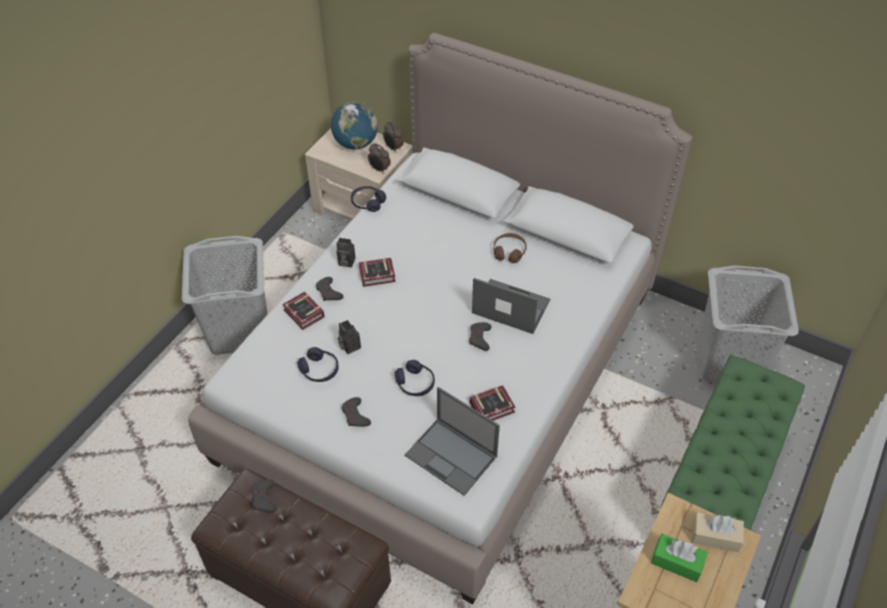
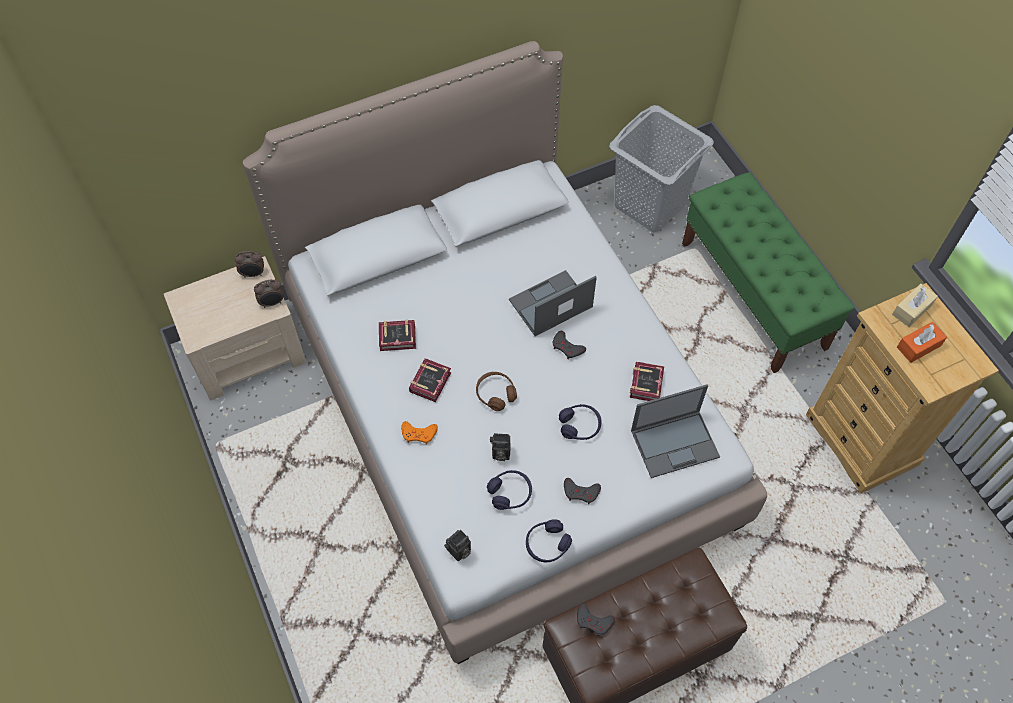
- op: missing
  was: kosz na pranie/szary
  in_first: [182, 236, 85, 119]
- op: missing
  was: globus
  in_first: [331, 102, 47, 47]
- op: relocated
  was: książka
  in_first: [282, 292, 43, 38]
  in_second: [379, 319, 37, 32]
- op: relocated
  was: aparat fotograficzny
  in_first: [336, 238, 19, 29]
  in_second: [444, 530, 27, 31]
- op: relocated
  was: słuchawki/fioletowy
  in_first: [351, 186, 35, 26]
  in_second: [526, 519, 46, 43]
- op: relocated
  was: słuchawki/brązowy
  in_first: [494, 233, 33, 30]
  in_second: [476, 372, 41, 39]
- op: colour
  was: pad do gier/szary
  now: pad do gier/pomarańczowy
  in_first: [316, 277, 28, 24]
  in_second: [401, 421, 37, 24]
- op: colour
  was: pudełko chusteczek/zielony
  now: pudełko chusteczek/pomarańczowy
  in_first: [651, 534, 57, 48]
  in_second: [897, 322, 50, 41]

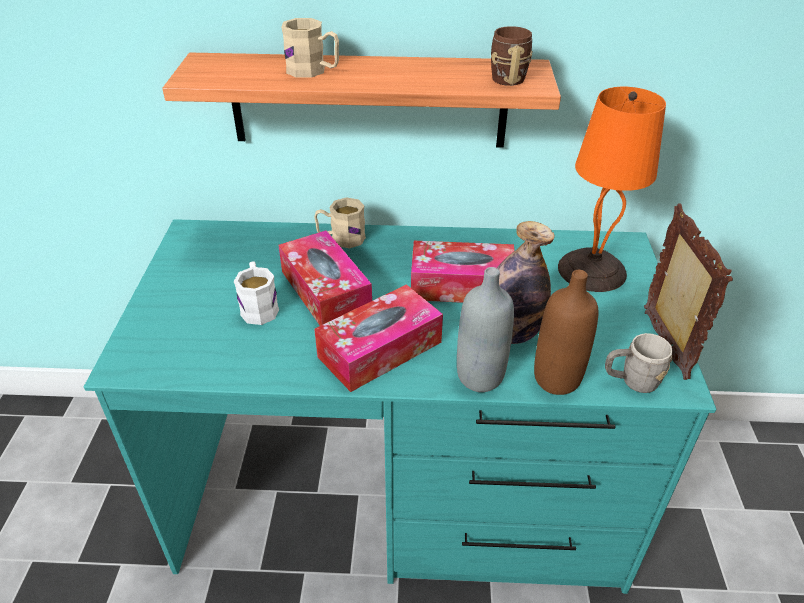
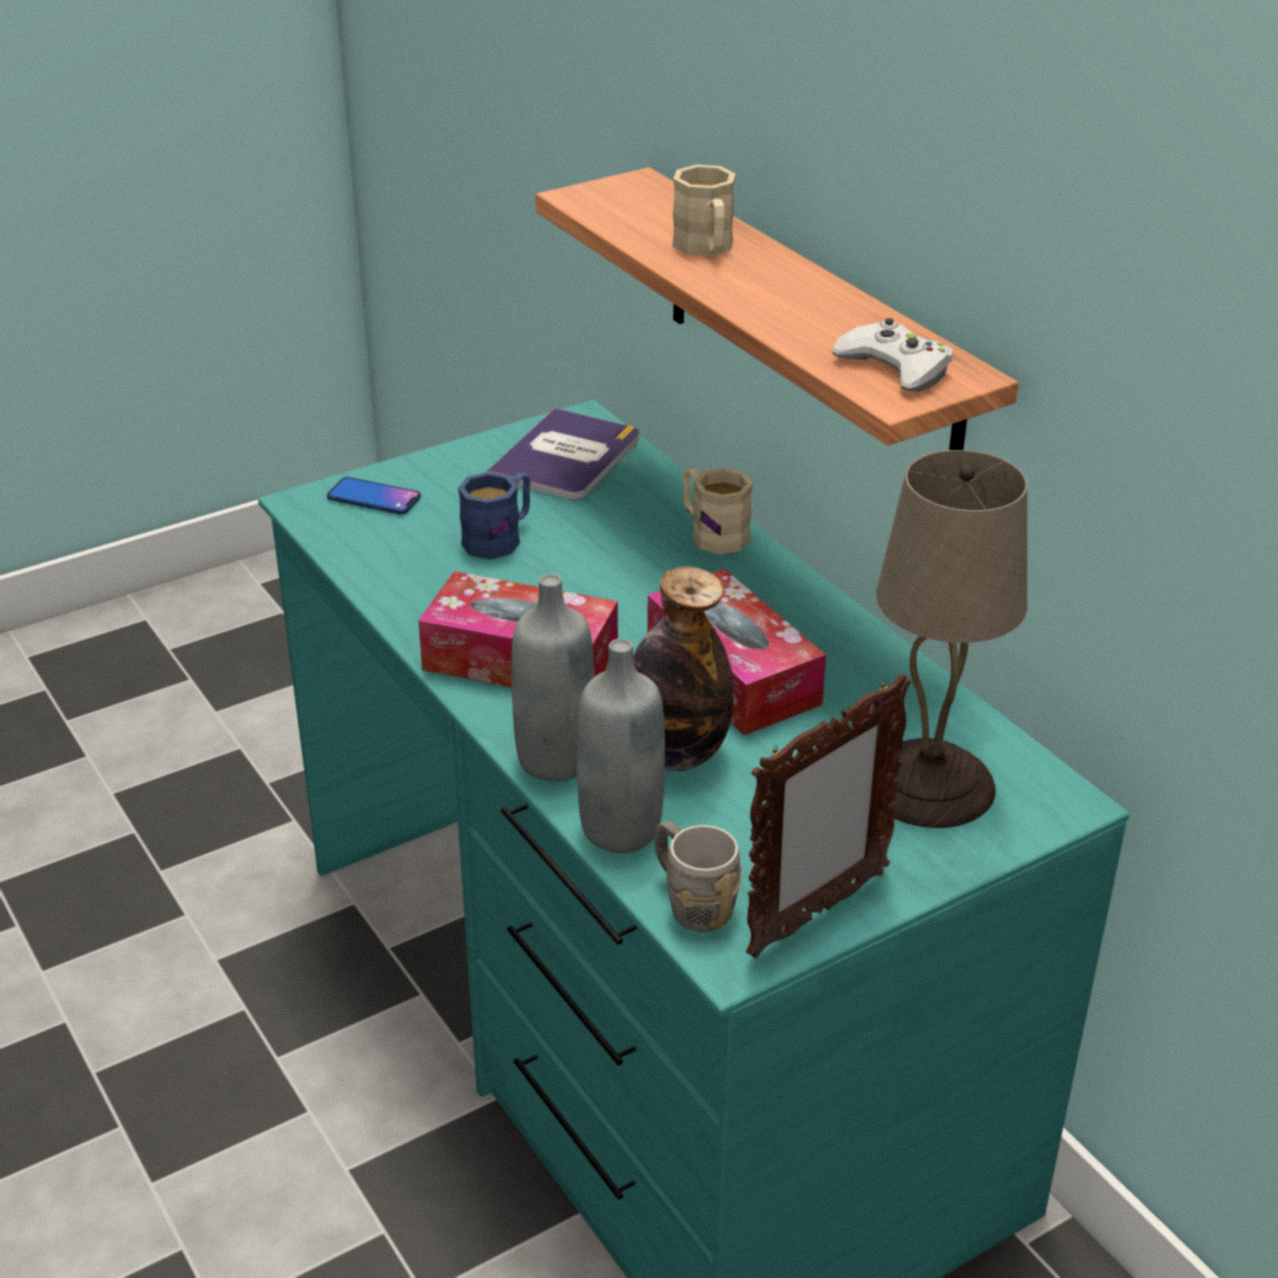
- op: missing
  was: pudełko chusteczek
  in_first: [278, 230, 94, 96]
- op: appeared
  now: telefon
  in_second: [327, 477, 94, 38]
- op: appeared
  now: książka
  in_second: [487, 408, 152, 92]
- op: exchanged
  was: kubek/brązowy
  now: pad do gier/biały
  in_first: [491, 26, 42, 60]
  in_second: [831, 318, 122, 74]
- op: colour
  was: kubek/biały
  now: kubek/niebieski
  in_first: [234, 262, 45, 63]
  in_second: [458, 472, 72, 88]
- op: colour
  was: butelka/brązowy
  now: butelka/szary
  in_first: [534, 270, 64, 125]
  in_second: [577, 638, 88, 215]
- op: colour
  was: lampa stołowa/pomarańczowy
  now: lampa stołowa/beżowy
  in_first: [558, 87, 108, 205]
  in_second: [876, 450, 151, 378]

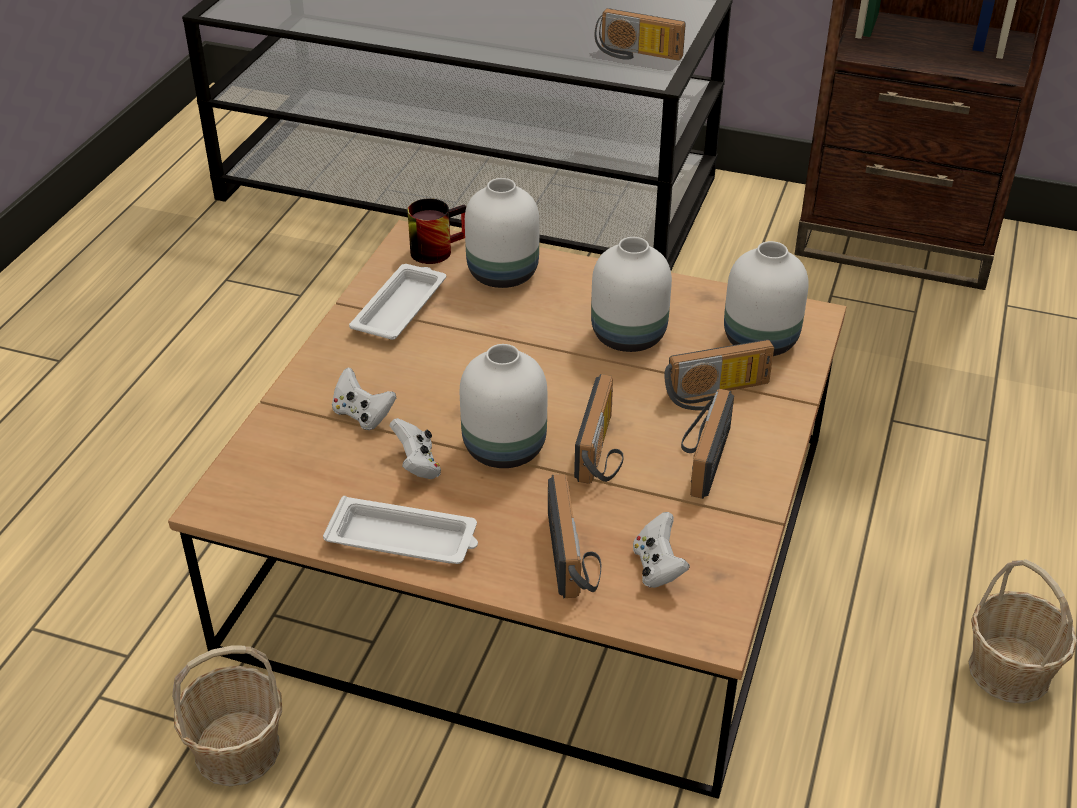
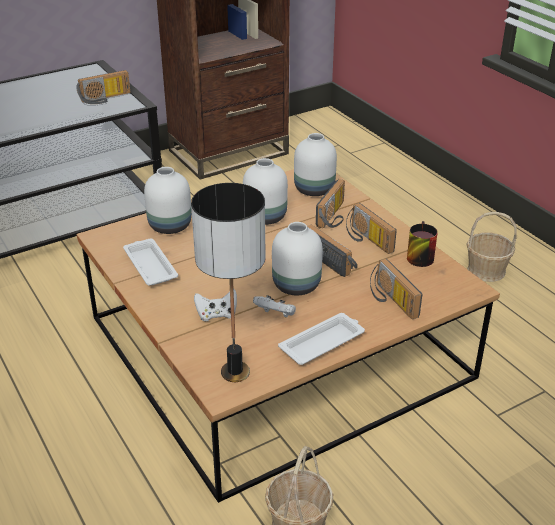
- op: missing
  was: pad do gier/biały
  in_first: [633, 512, 57, 76]
- op: appeared
  now: lampa stołowa
  in_second: [191, 183, 74, 199]
- op: relocated
  was: kubek
  in_first: [407, 198, 59, 66]
  in_second: [407, 221, 31, 46]
- op: spun
  was: radio
  in_first: [548, 474, 53, 124]
  in_second: [370, 259, 52, 60]
  clockwise: -150

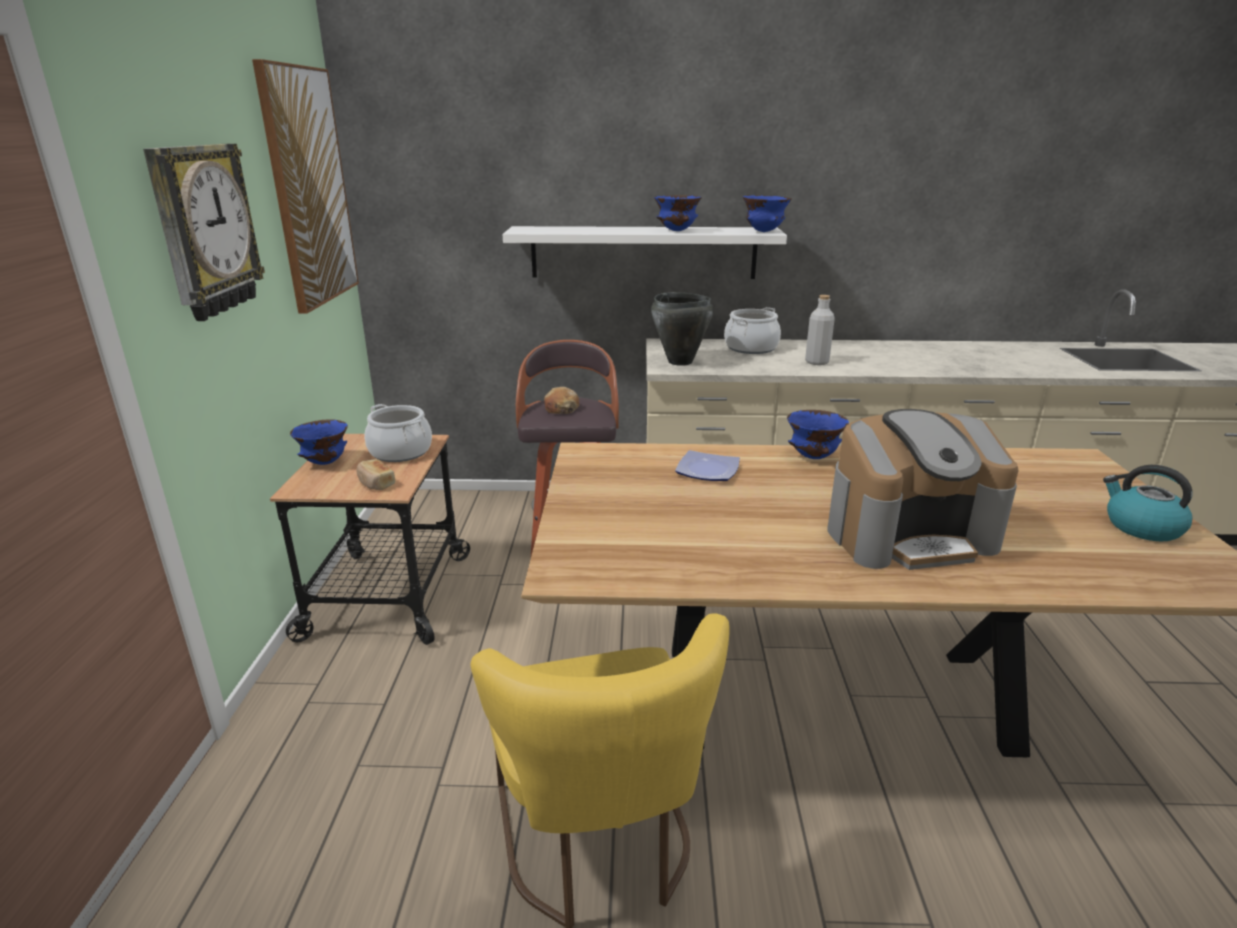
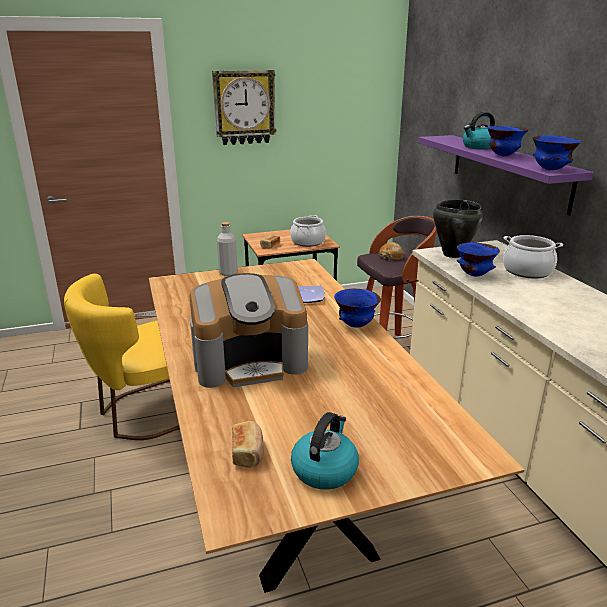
- op: missing
  was: obraz
  in_first: [252, 59, 107, 255]
- op: appeared
  now: chleb
  in_second: [232, 421, 32, 47]
- op: appeared
  now: czajnik
  in_second: [463, 112, 32, 38]
- op: relocated
  was: miska/niebieski
  in_first: [290, 419, 58, 46]
  in_second: [457, 243, 43, 34]
- op: relocated
  was: butelka/szary
  in_first: [805, 295, 30, 70]
  in_second: [217, 222, 21, 54]
- op: colour
  was: półka/biały
  now: półka/fioletowy
  in_first: [502, 226, 285, 53]
  in_second: [418, 135, 176, 81]
- op: spun
  was: ekspres do kawy
  in_first: [827, 409, 191, 161]
  in_second: [190, 273, 118, 115]
  clockwise: -75

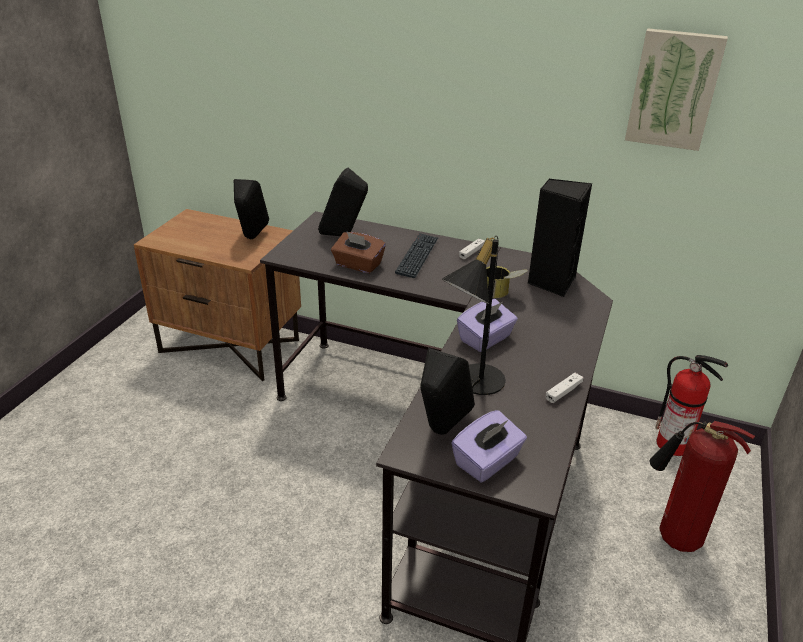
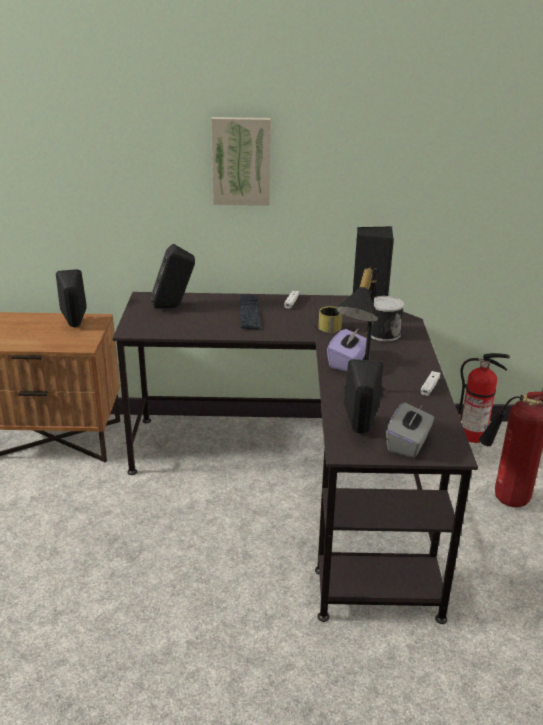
- op: missing
  was: pudełko chusteczek/brązowy
  in_first: [331, 231, 55, 42]
- op: appeared
  now: puszka
  in_second: [371, 296, 33, 45]
- op: relocated
  was: obraz
  in_first: [625, 28, 103, 123]
  in_second: [211, 117, 60, 88]
- op: colour
  was: pudełko chusteczek/fioletowy
  now: pudełko chusteczek/szary
  in_first: [452, 410, 75, 72]
  in_second: [386, 403, 48, 55]

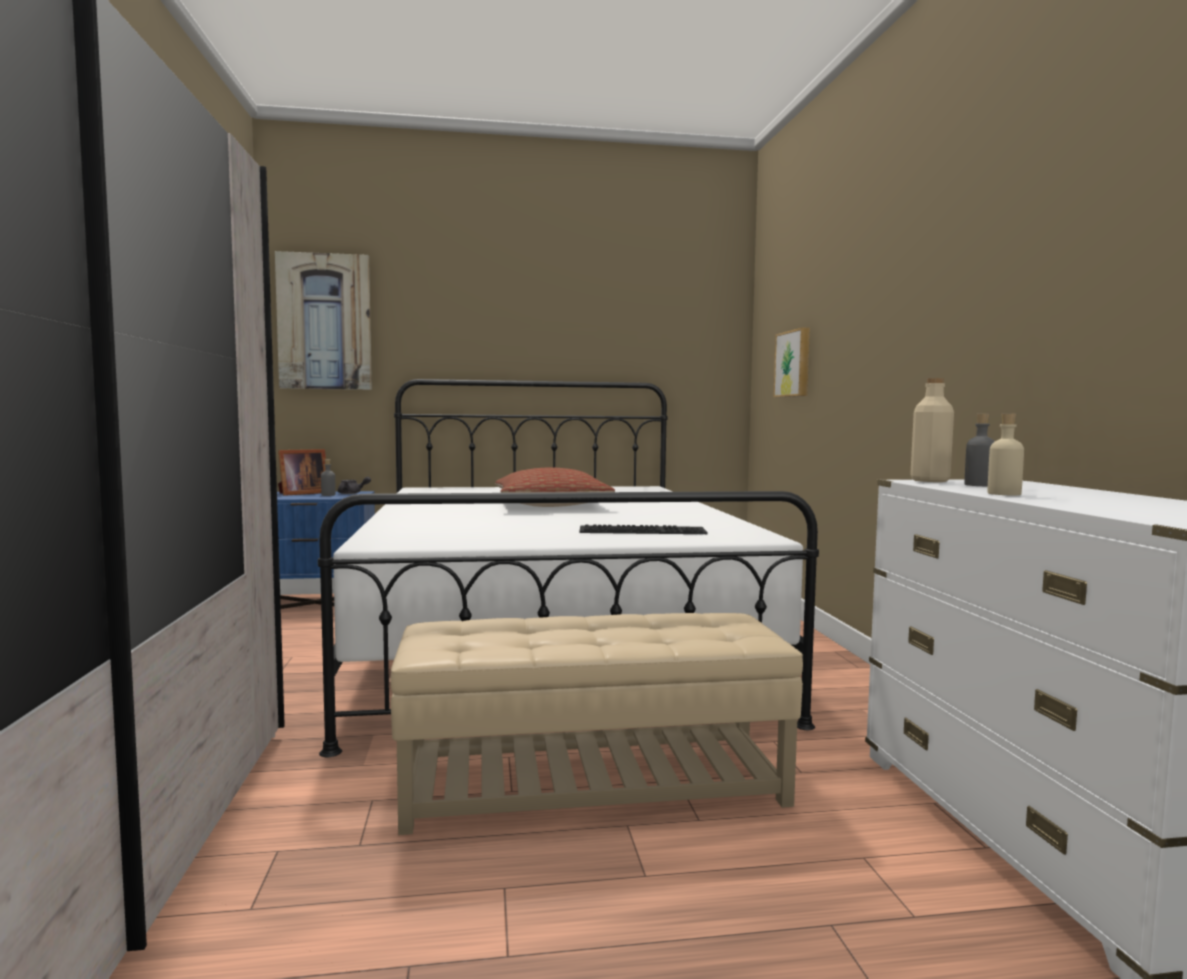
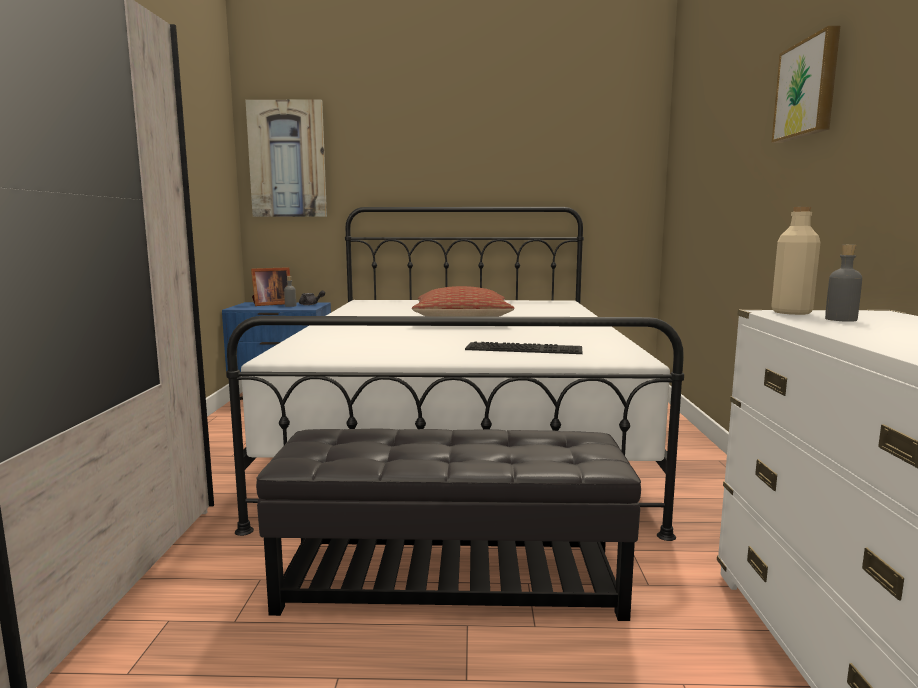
- op: missing
  was: butelka/beżowy
  in_first: [988, 413, 36, 82]
- op: relocated
  was: obraz
  in_first: [773, 327, 37, 70]
  in_second: [772, 26, 68, 117]
- op: colour
  was: pufa/beżowy
  now: pufa/czarny
  in_first: [390, 613, 413, 222]
  in_second: [256, 429, 385, 192]

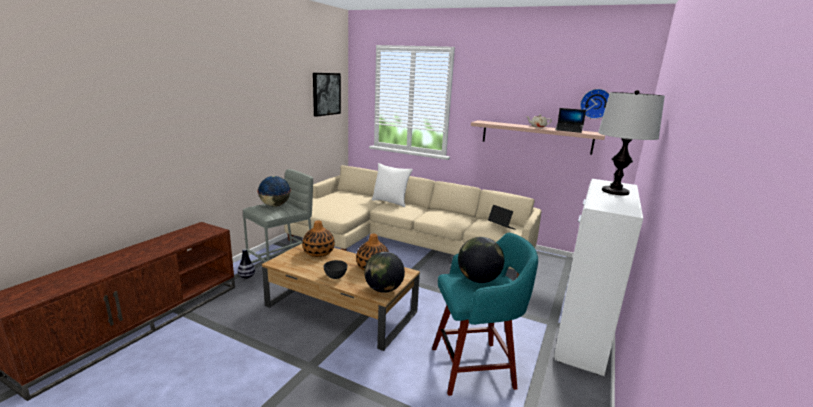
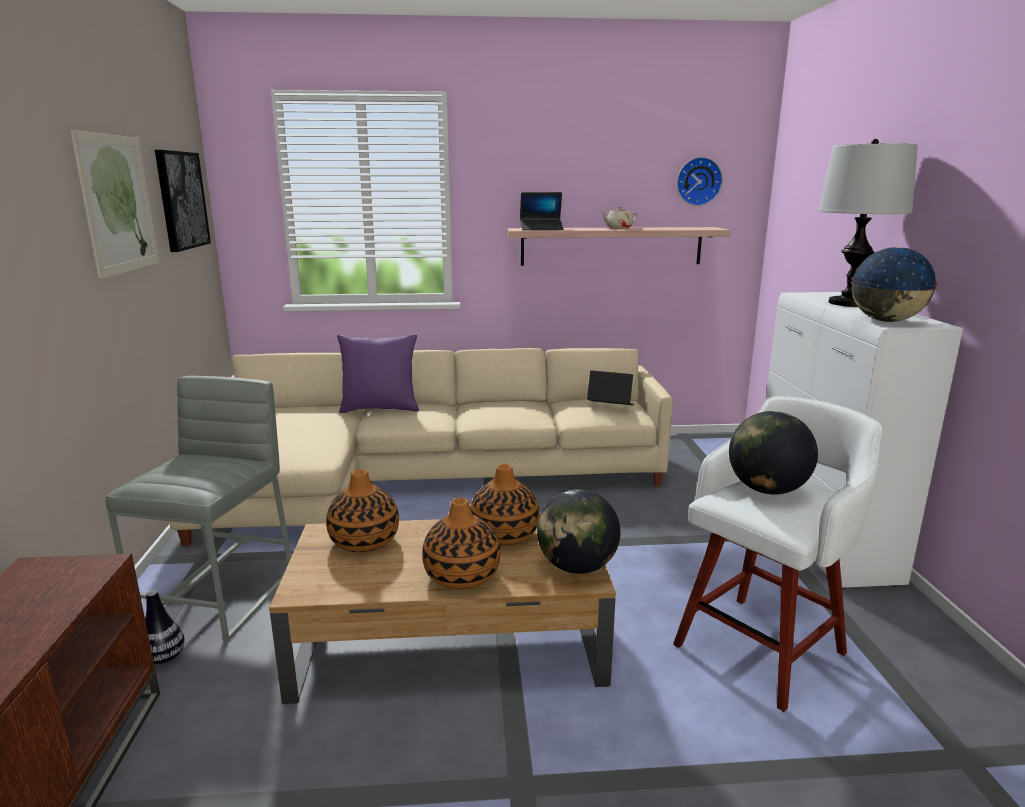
- op: appeared
  now: obraz
  in_second: [70, 130, 89, 149]
- op: relocated
  was: globus
  in_first: [257, 176, 34, 31]
  in_second: [850, 247, 88, 75]
- op: relocated
  was: laptop
  in_first: [555, 108, 31, 25]
  in_second: [520, 192, 44, 38]
- op: exchanged
  was: miska/szary
  now: wazon
  in_first: [324, 260, 23, 19]
  in_second: [422, 497, 78, 92]
- op: colour
  was: poduszka/biały
  now: poduszka/fioletowy
  in_first: [372, 163, 41, 44]
  in_second: [337, 334, 82, 79]
- op: colour
  was: stołek/turkusowy
  now: stołek/biały
  in_first: [432, 233, 106, 163]
  in_second: [673, 396, 209, 316]

